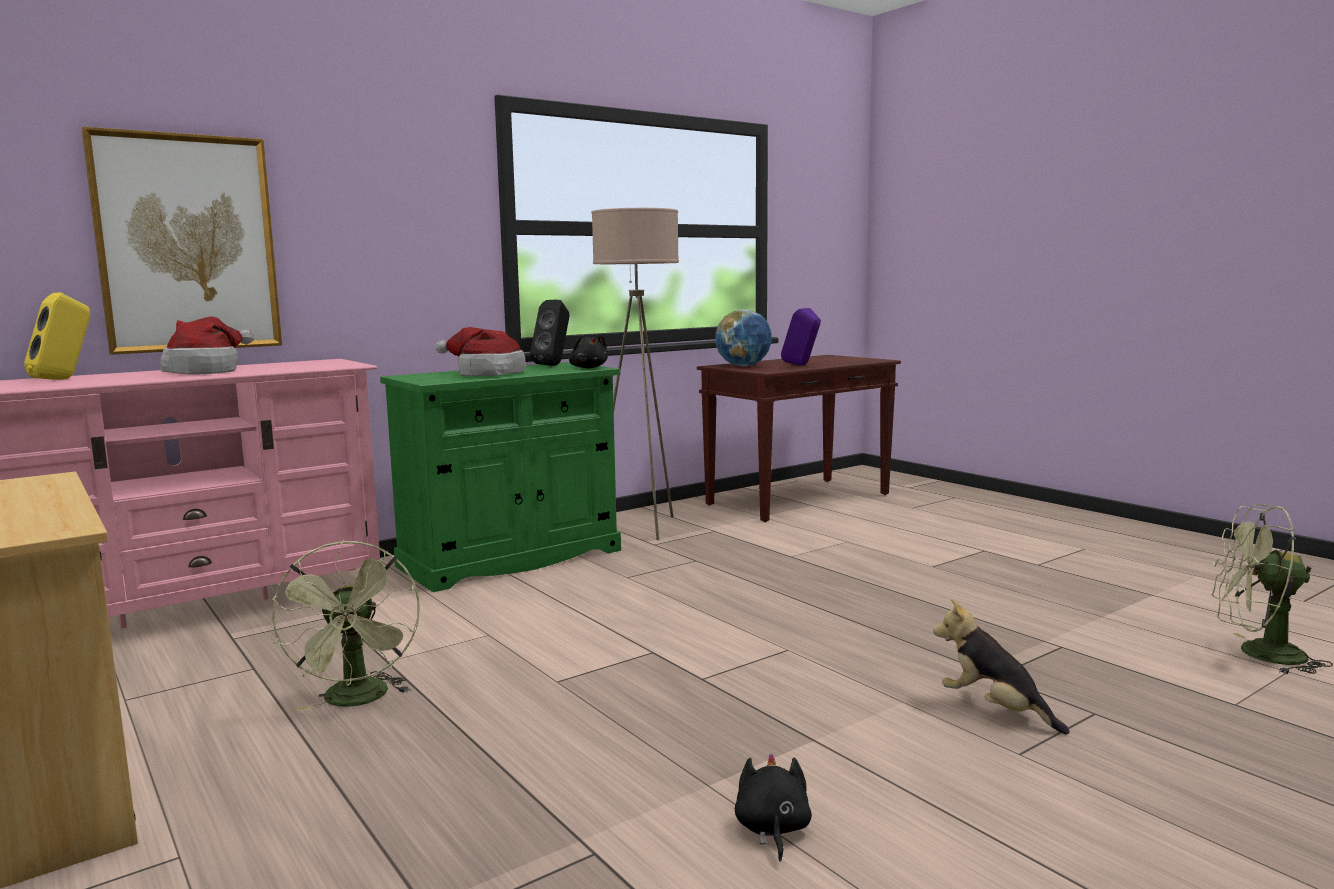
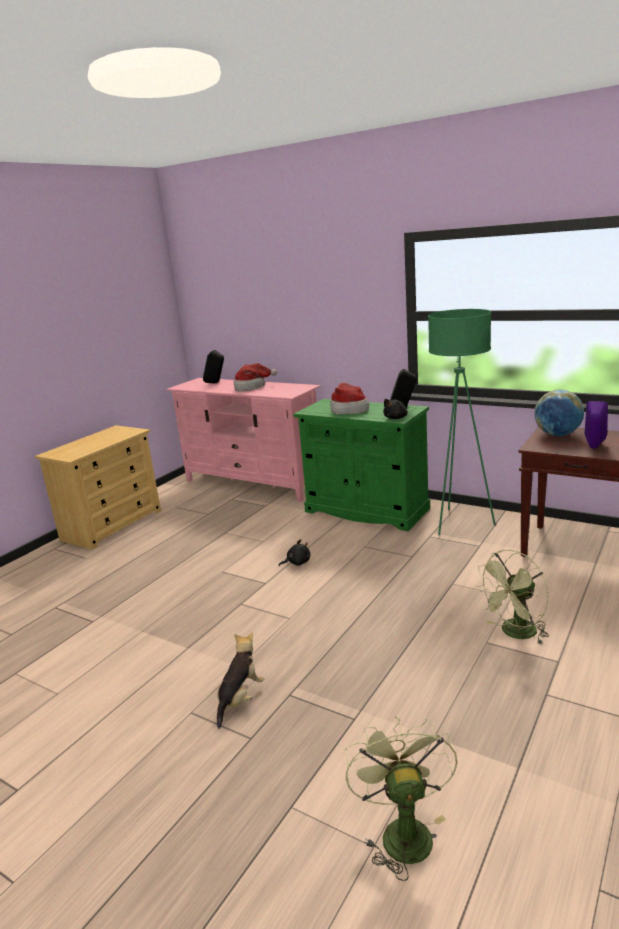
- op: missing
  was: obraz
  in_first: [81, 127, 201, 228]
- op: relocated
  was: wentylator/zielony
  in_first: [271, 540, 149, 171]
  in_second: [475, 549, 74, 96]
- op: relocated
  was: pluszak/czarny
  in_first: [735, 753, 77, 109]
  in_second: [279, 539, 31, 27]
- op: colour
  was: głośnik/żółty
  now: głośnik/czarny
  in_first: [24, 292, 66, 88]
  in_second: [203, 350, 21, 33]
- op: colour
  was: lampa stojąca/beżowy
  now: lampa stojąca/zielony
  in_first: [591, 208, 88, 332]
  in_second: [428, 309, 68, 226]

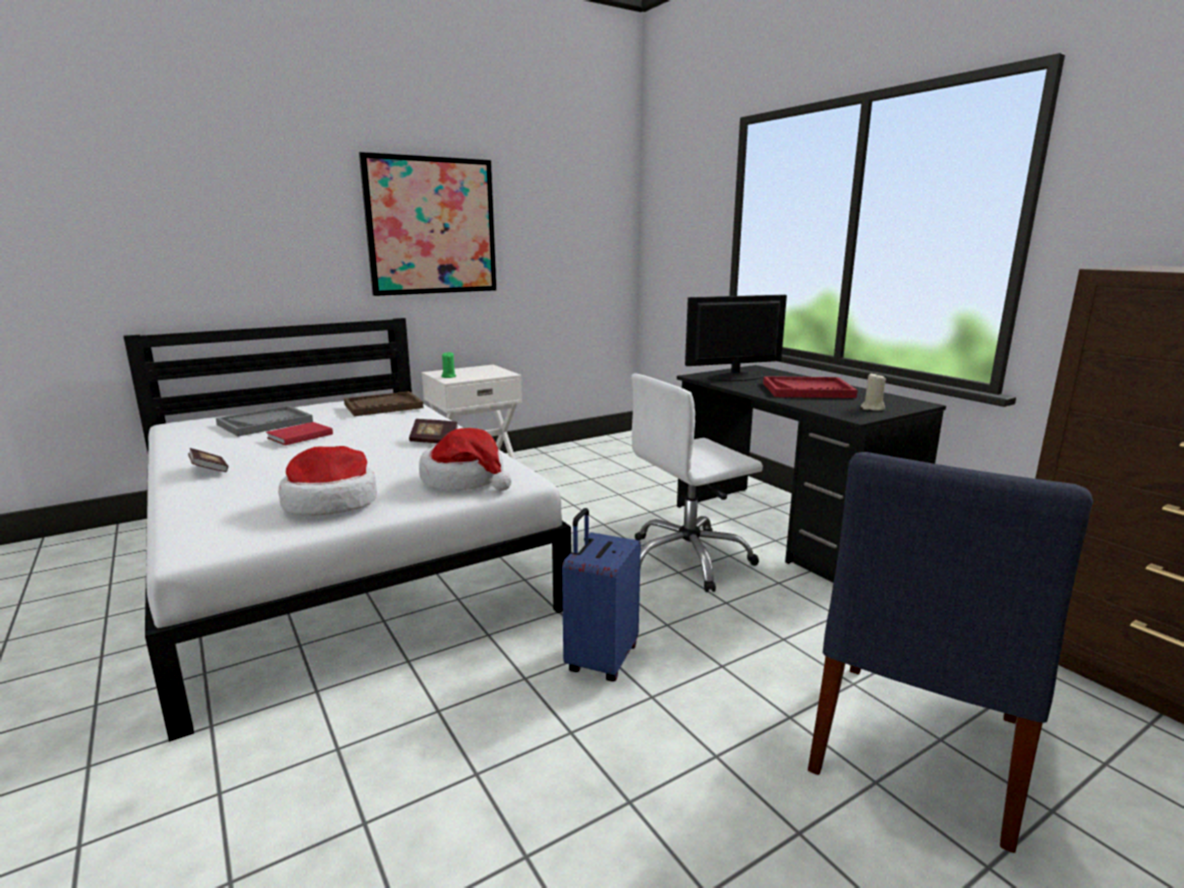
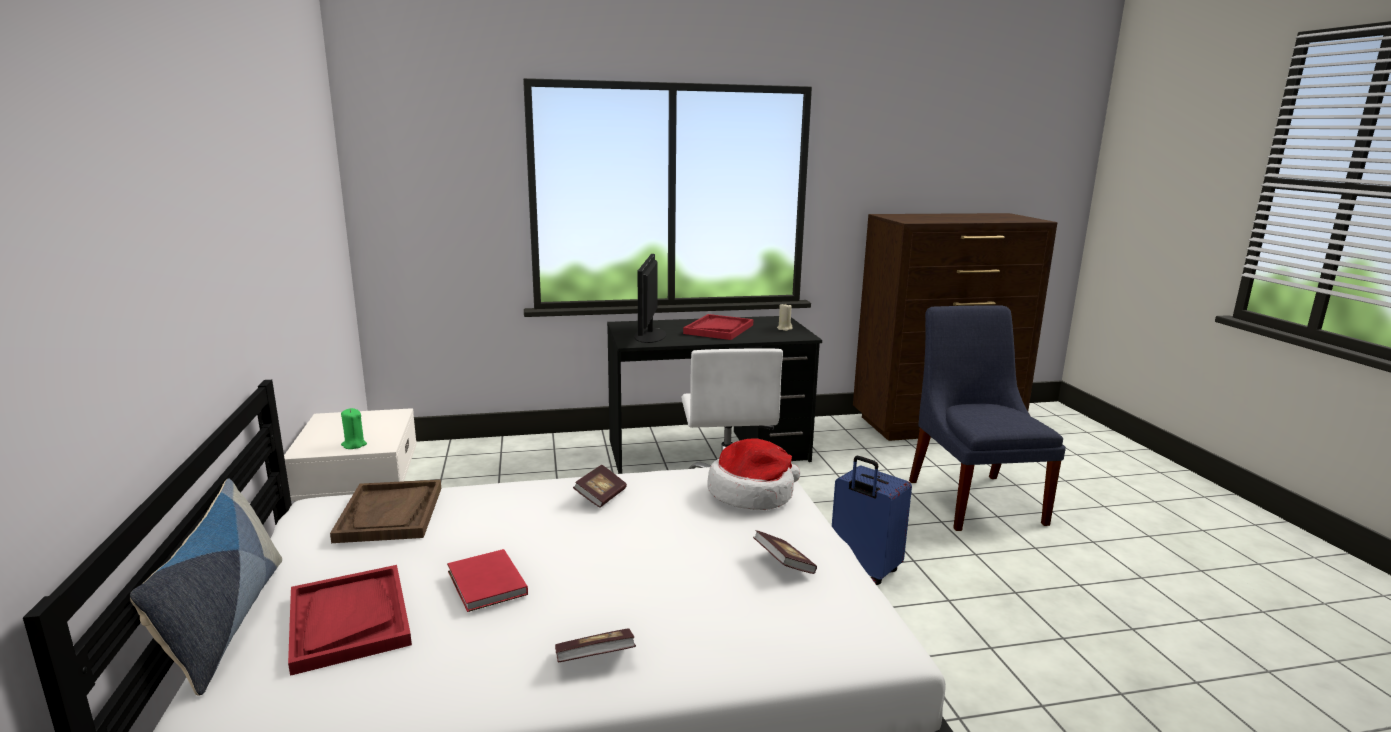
- op: missing
  was: obraz
  in_first: [359, 152, 138, 144]
- op: appeared
  now: poduszka
  in_second: [130, 478, 152, 218]
- op: exchanged
  was: kapelusz
  now: książka
  in_first: [278, 446, 99, 70]
  in_second: [753, 530, 64, 44]
- op: colour
  was: taca/szary
  now: taca/czerwony
  in_first: [216, 406, 97, 30]
  in_second: [288, 565, 124, 111]
- op: spun
  was: krzesło/niebieski
  in_first: [808, 452, 285, 401]
  in_second: [909, 306, 157, 225]
  clockwise: -150

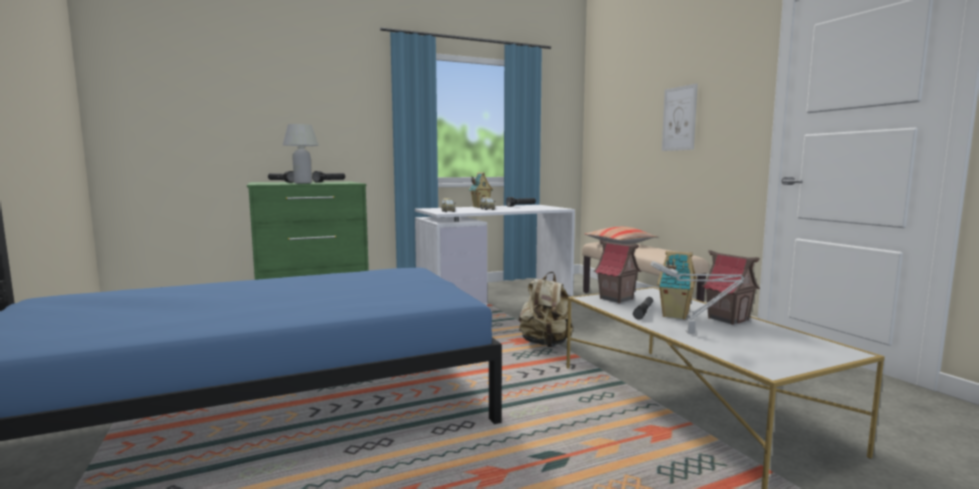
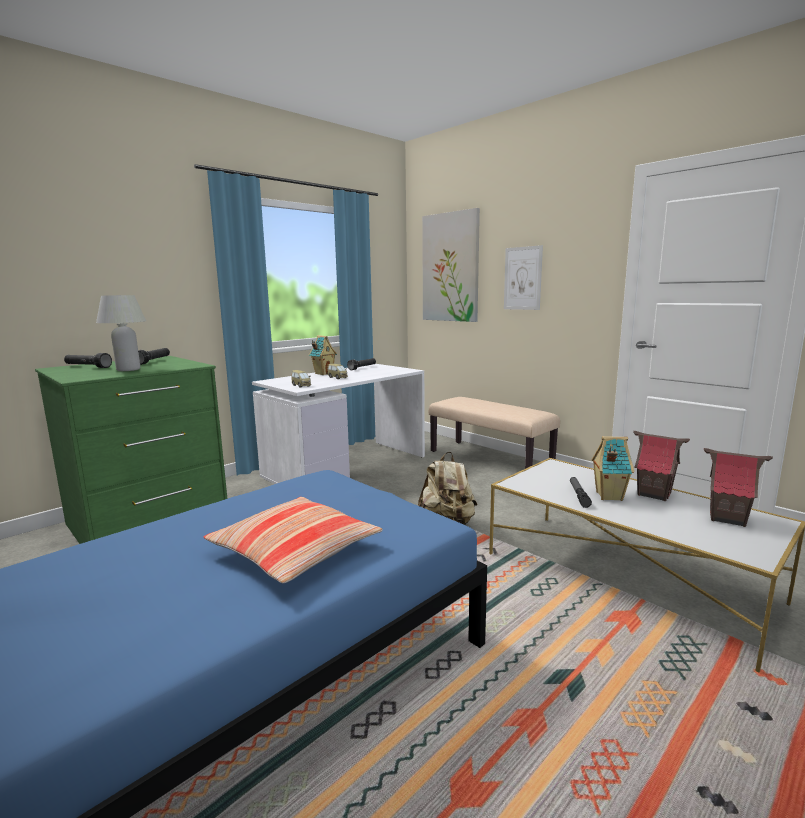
- op: missing
  was: lampa stołowa/szary
  in_first: [650, 261, 94, 73]
- op: appeared
  now: obraz
  in_second: [422, 208, 58, 114]
- op: relocated
  was: poduszka
  in_first: [585, 227, 73, 17]
  in_second: [204, 497, 179, 86]
- op: relocated
  was: domek
  in_first: [594, 240, 47, 63]
  in_second: [704, 448, 69, 79]

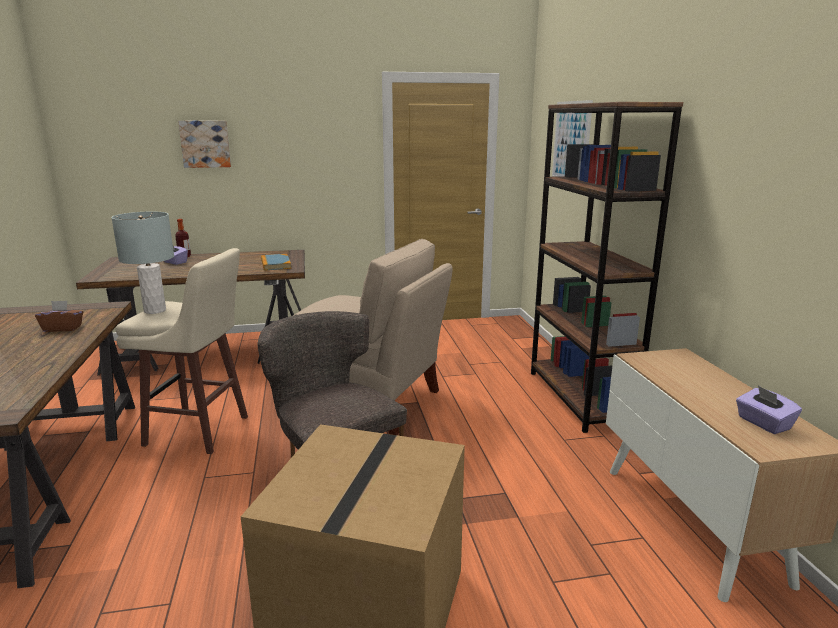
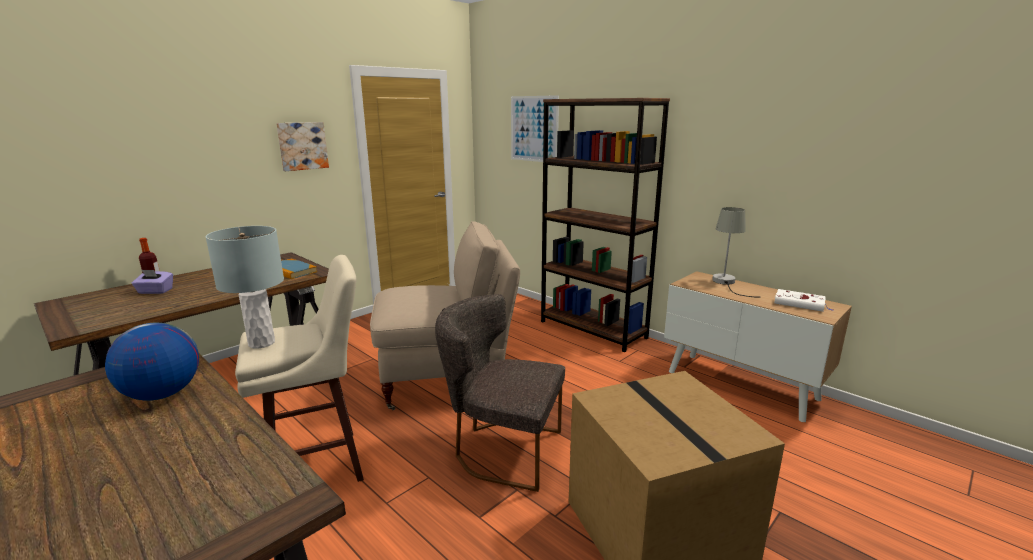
- op: appeared
  now: lampa stołowa/szary
  in_second: [712, 207, 42, 90]
- op: relocated
  was: obraz
  in_first: [178, 121, 53, 47]
  in_second: [276, 122, 53, 49]
- op: exchanged
  was: pudełko chusteczek/brązowy
  now: globus
  in_first: [35, 301, 48, 31]
  in_second: [105, 323, 94, 78]
- op: exchanged
  was: pudełko chusteczek/fioletowy
  now: książka/biały
  in_first: [736, 385, 66, 49]
  in_second: [774, 289, 60, 23]

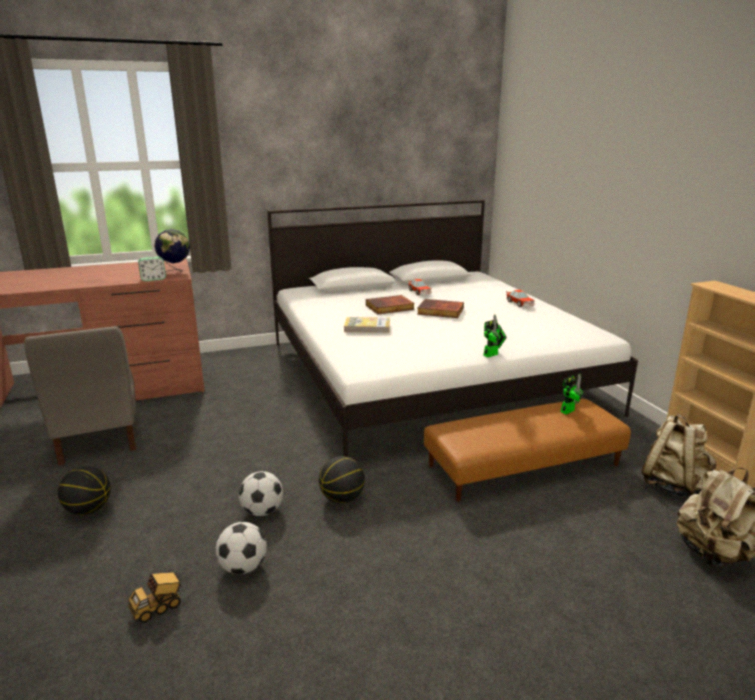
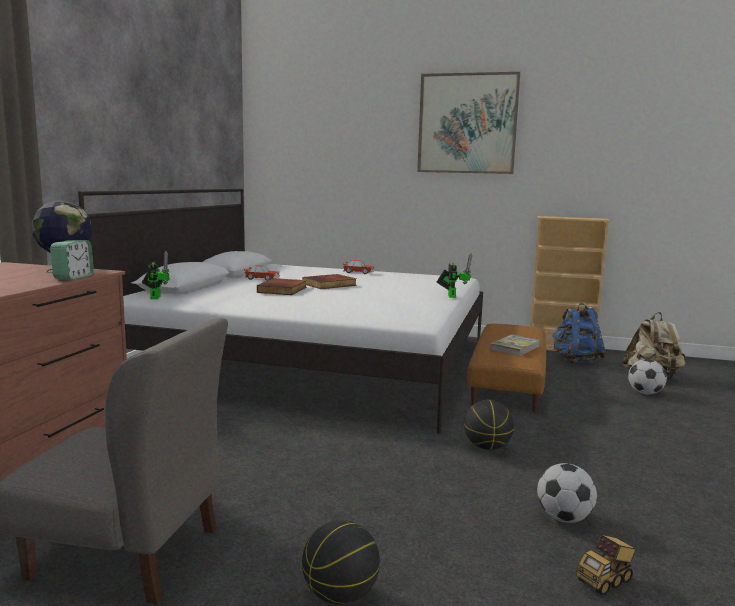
- op: appeared
  now: obraz
  in_second: [417, 72, 103, 102]
- op: relocated
  was: piłka futbolowa
  in_first: [239, 471, 44, 45]
  in_second: [628, 359, 39, 36]
- op: relocated
  was: książka
  in_first: [344, 317, 46, 16]
  in_second: [490, 334, 50, 22]
- op: relocated
  was: robot zabawkowy
  in_first: [561, 374, 23, 41]
  in_second: [142, 251, 28, 48]
- op: colour
  was: plecak/beżowy
  now: plecak/niebieski
  in_first: [641, 414, 76, 83]
  in_second: [553, 303, 53, 60]
- op: spun
  was: ciężarówka zabawkowa
  in_first: [128, 572, 55, 51]
  in_second: [576, 534, 60, 61]
  clockwise: 60

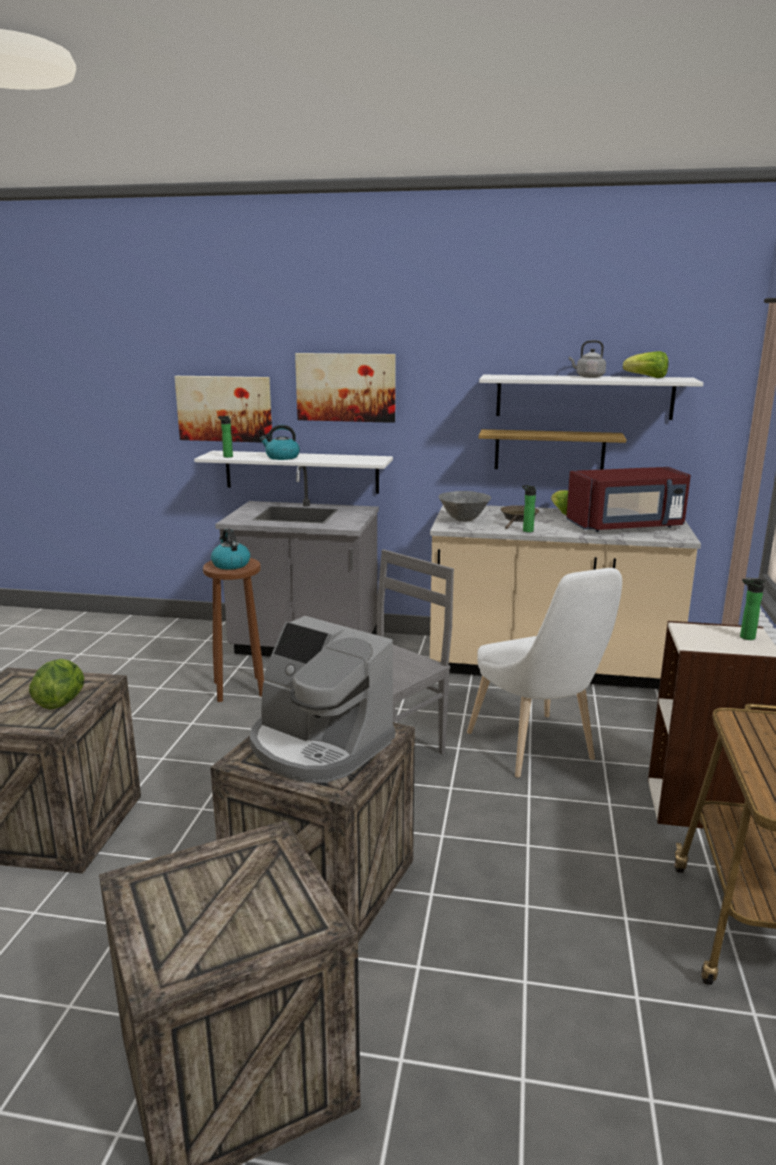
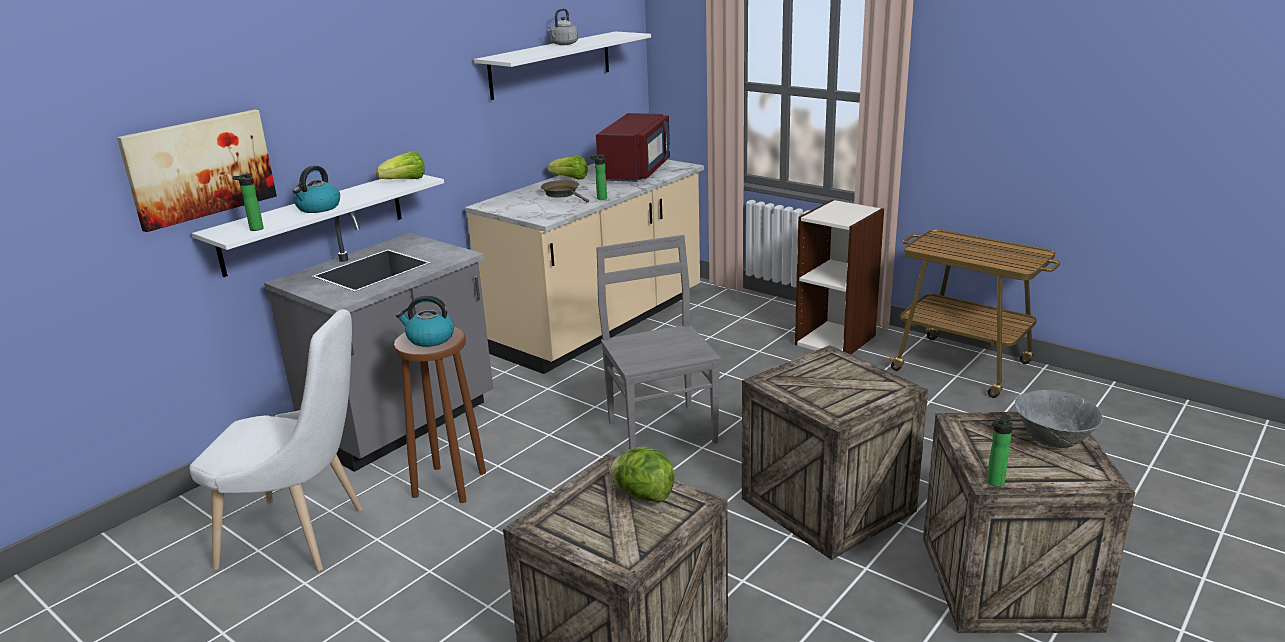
- op: missing
  was: ekspres do kawy
  in_first: [250, 616, 145, 167]
- op: missing
  was: obraz
  in_first: [295, 353, 101, 70]
- op: missing
  was: półka
  in_first: [479, 429, 147, 41]
- op: relocated
  was: miska/szary
  in_first: [439, 491, 52, 31]
  in_second: [1015, 390, 88, 58]
- op: relocated
  was: krzesło/biały
  in_first: [467, 568, 155, 210]
  in_second: [189, 309, 174, 262]
- op: relocated
  was: sałata
  in_first: [623, 351, 46, 27]
  in_second: [376, 151, 49, 28]
- op: relocated
  was: butelka
  in_first: [740, 579, 25, 61]
  in_second: [987, 415, 26, 72]

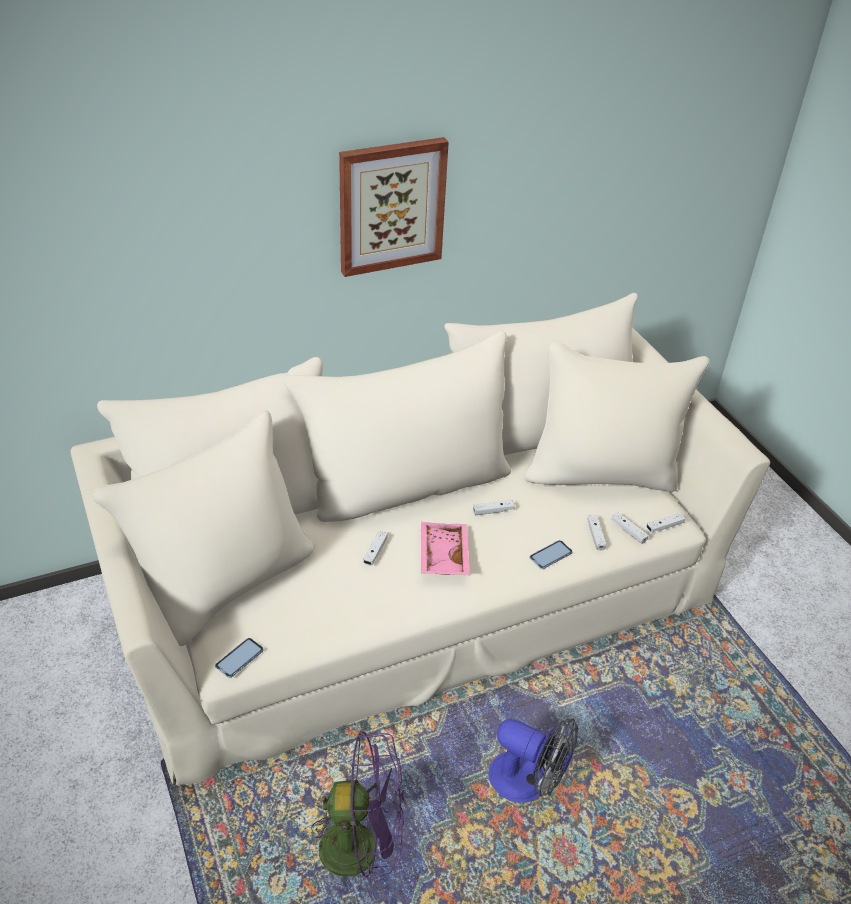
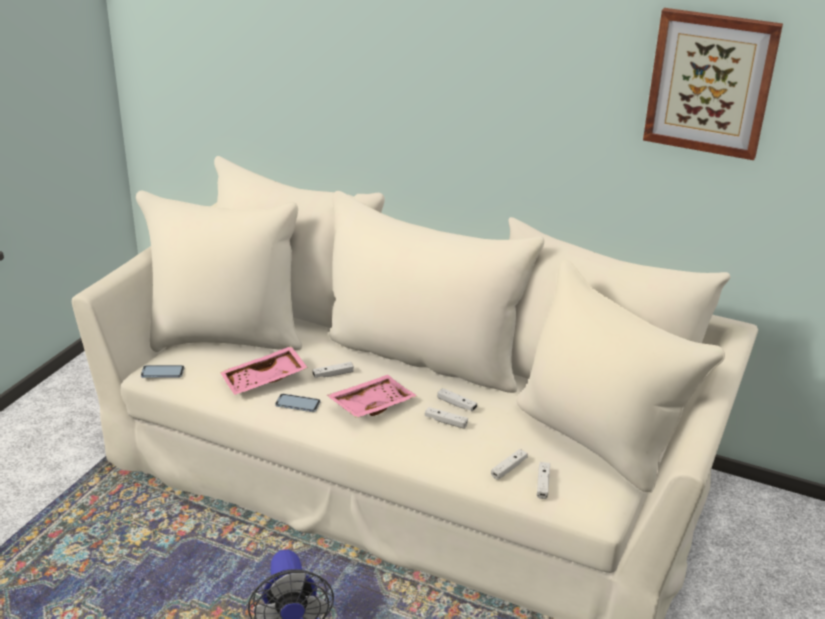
- op: missing
  was: wentylator/fioletowy
  in_first: [303, 731, 101, 167]
- op: appeared
  now: taca/różowy
  in_second: [220, 346, 88, 49]
- op: relocated
  was: obraz
  in_first: [339, 137, 110, 140]
  in_second: [643, 8, 140, 152]
- op: relocated
  was: telefon
  in_first: [529, 540, 44, 29]
  in_second: [275, 394, 46, 18]
- op: relocated
  was: pad do gier/biały
  in_first: [646, 513, 40, 20]
  in_second: [425, 407, 43, 22]

